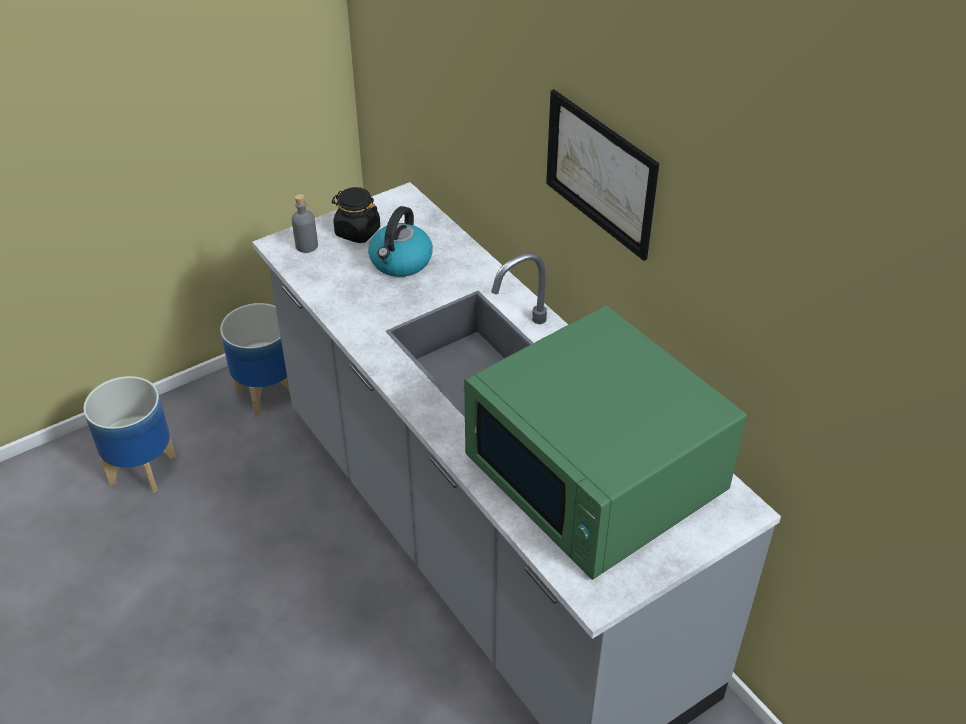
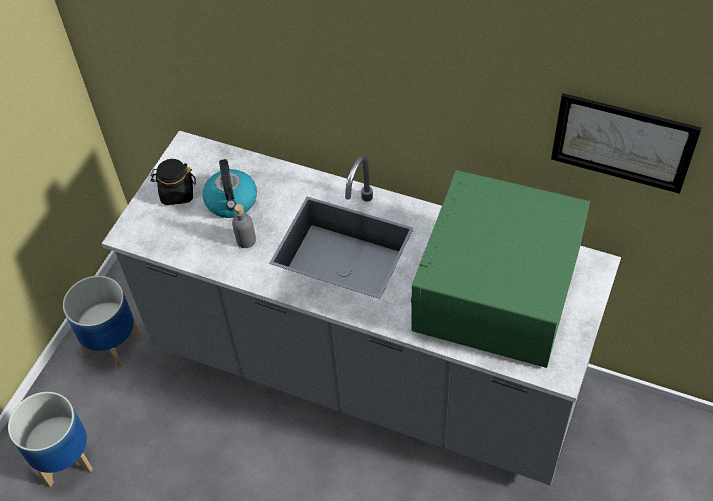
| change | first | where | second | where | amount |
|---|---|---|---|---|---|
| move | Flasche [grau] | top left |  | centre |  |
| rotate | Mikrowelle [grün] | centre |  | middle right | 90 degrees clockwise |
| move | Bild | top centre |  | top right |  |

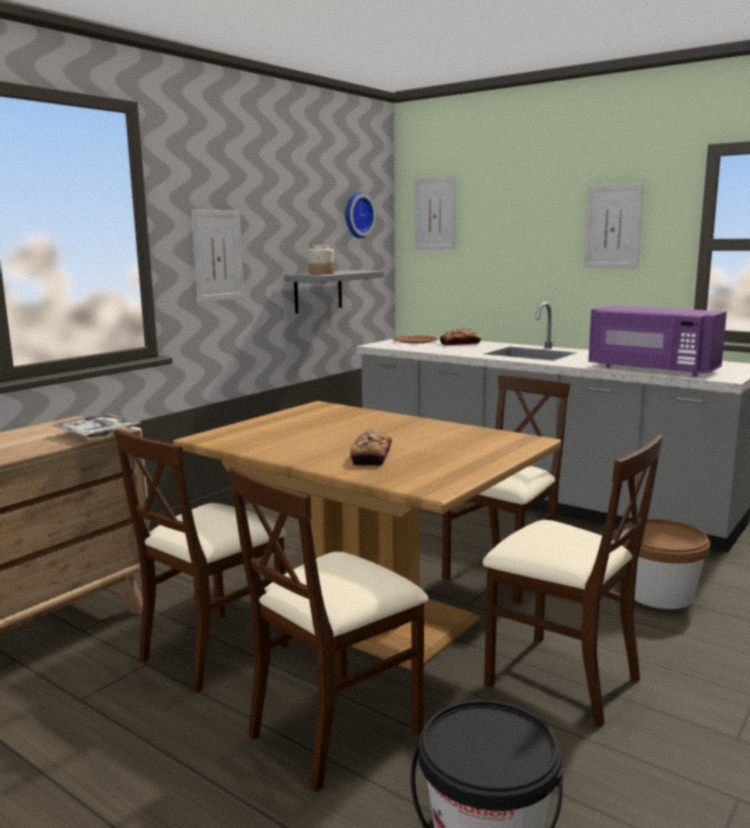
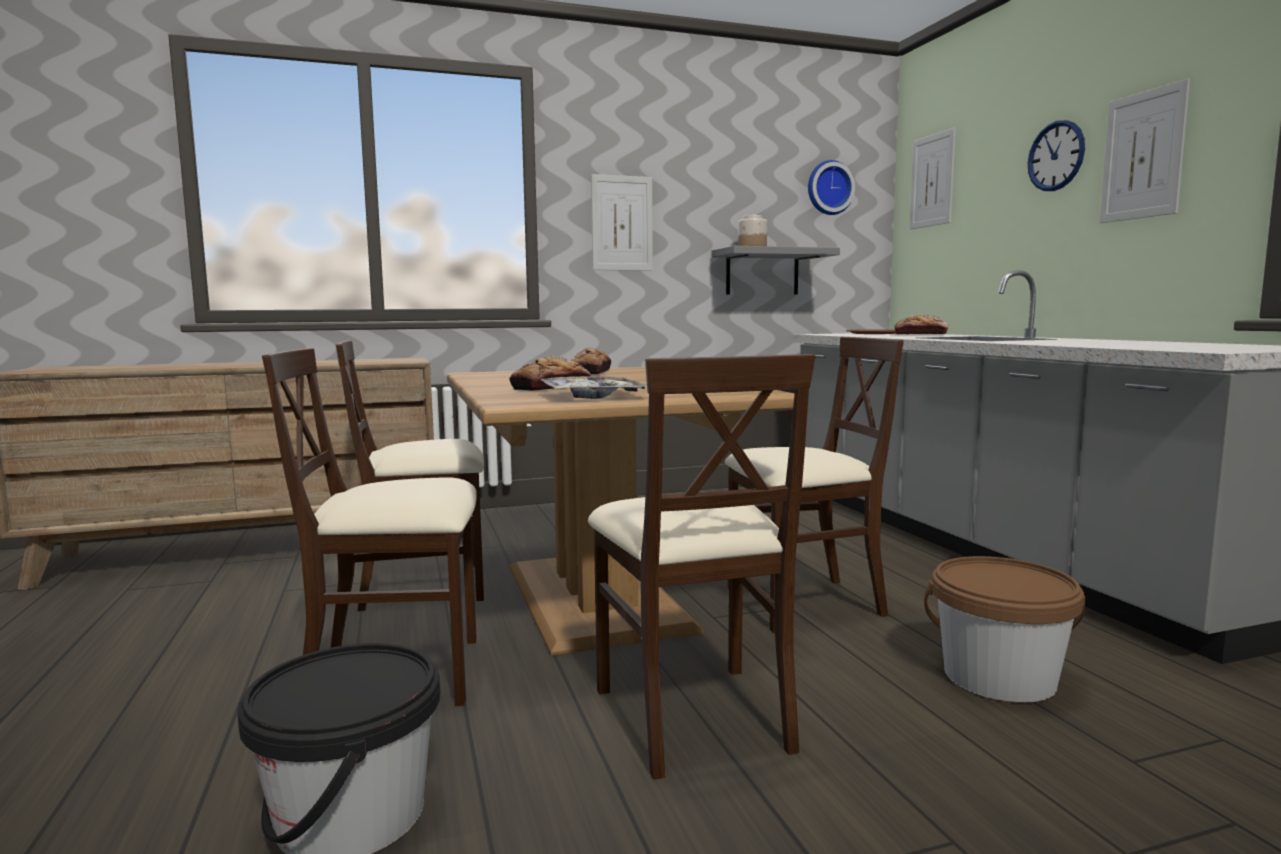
| change | first | where | second | where | amount |
|---|---|---|---|---|---|
| move | Tablett | middle left |  | centre |  |
| insert |  |  | Brot (2nd from left) | centre |  |
| insert |  |  | Wanduhr (2nd from left) | top right |  |
| delete | Mikrowelle [lila] | middle right |  |  |  |

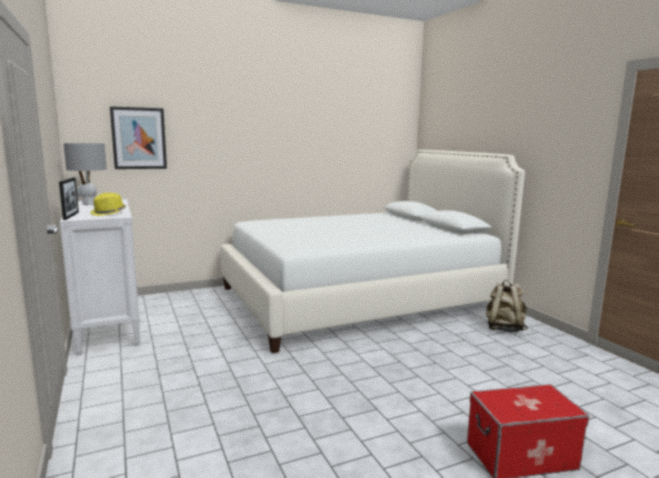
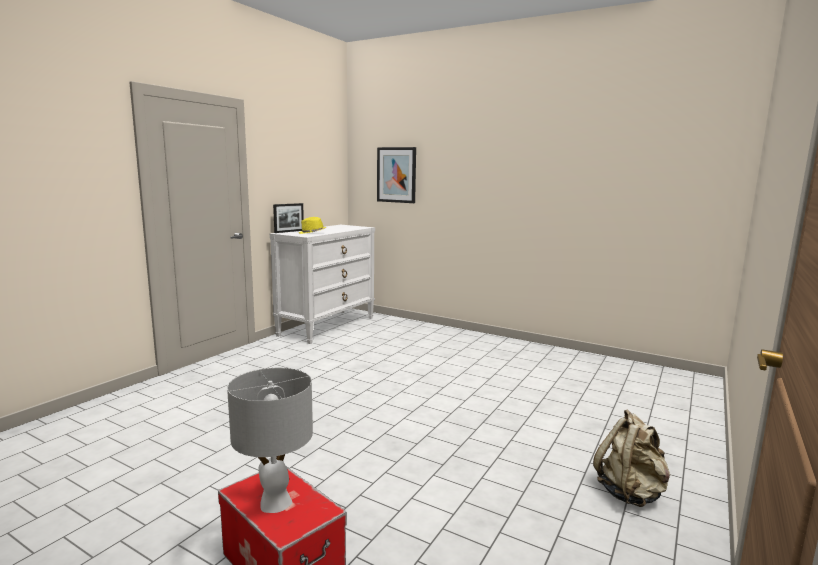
| change | first | where | second | where | amount |
|---|---|---|---|---|---|
| move | Tischlampe [grau] | middle left |  | bottom left |  |
| delete | Bett [weiß] | centre |  |  |  |

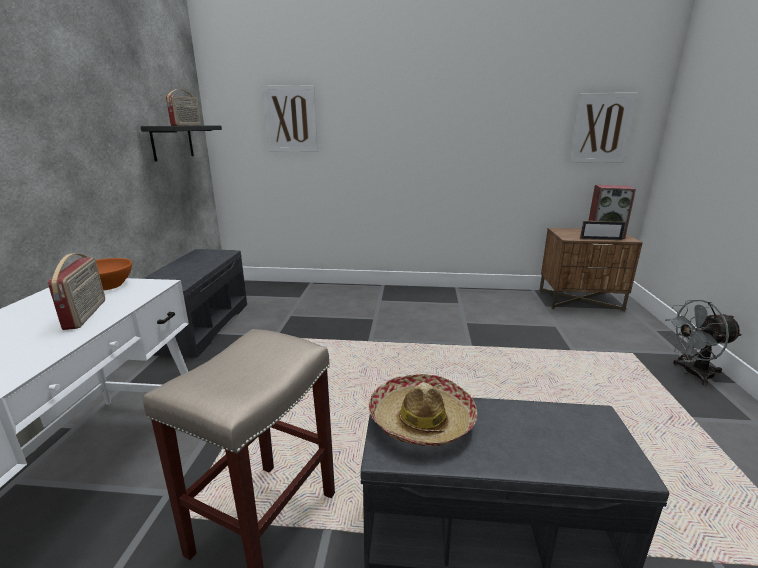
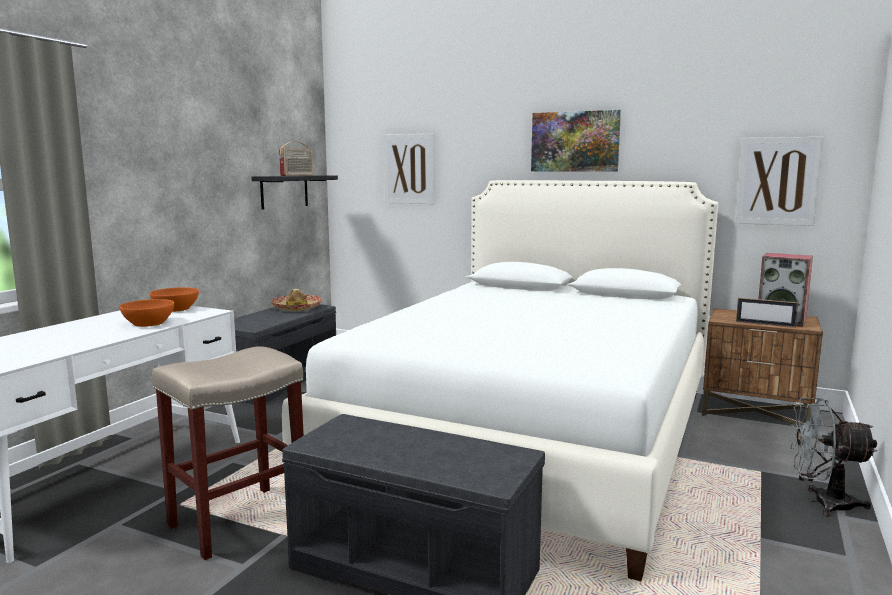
| change | first | where | second | where | amount |
|---|---|---|---|---|---|
| replace | Radio (1st from left) | middle left | Schüssel [orange] (1st from left) | middle left |  |
| move | Hut | bottom centre |  | middle left |  |
| insert |  |  | Bett [weiß] | centre |  |
| insert |  |  | Bild (2nd from left) | top centre |  |

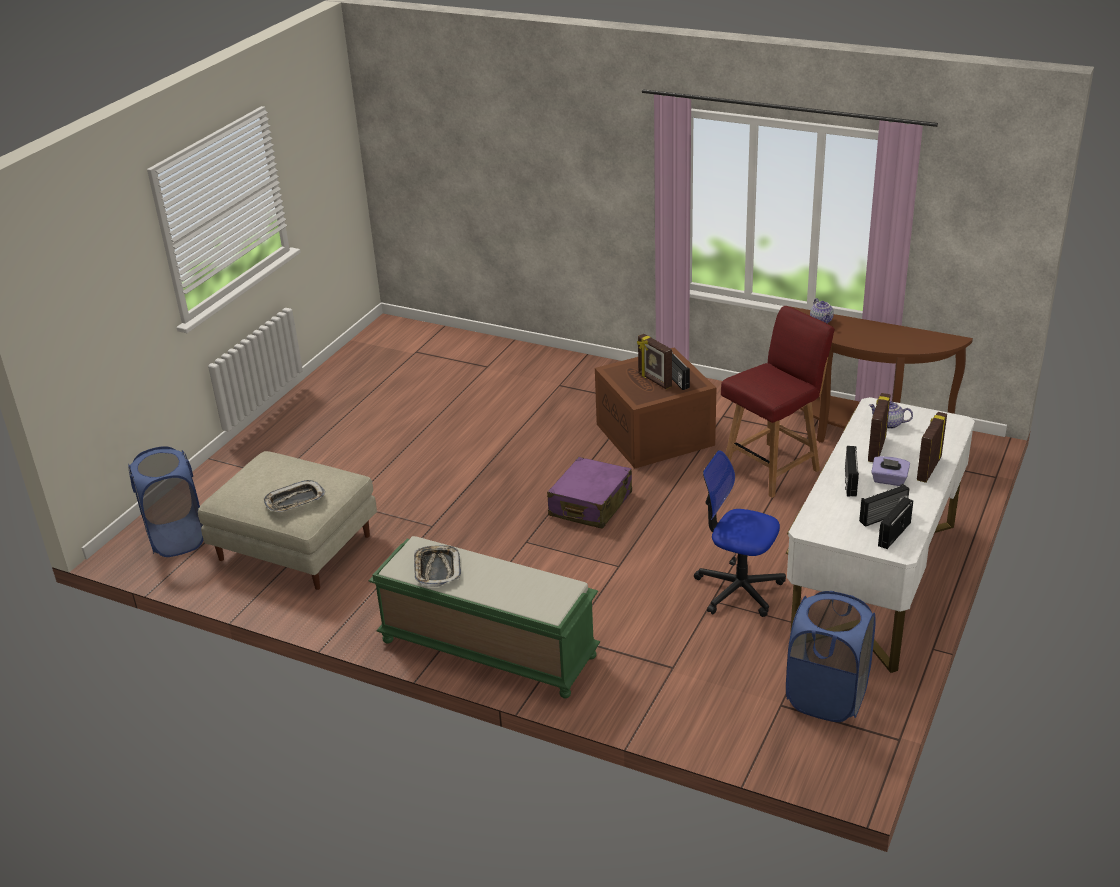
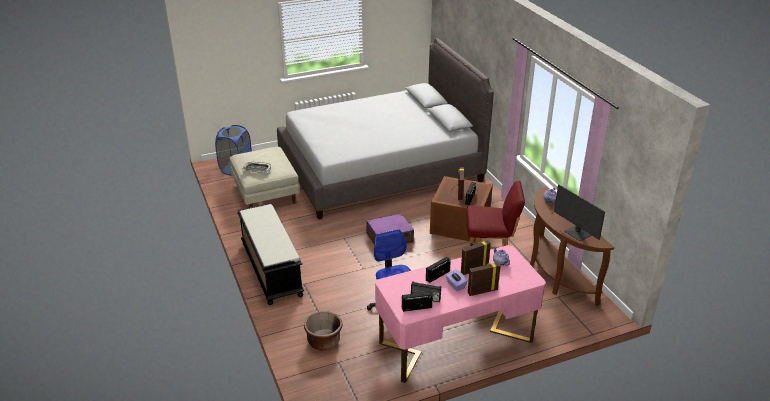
| change | first | where | second | where | amount |
|---|---|---|---|---|---|
| recolor | Bank [grün] | bottom centre | Bank [schwarz] | centre |  |
| insert |  |  | Bett [grau] | top centre |  |
| insert |  |  | Pflanzkübel [braun] | bottom centre |  |
| recolor | Schreibtisch [weiß] | middle right | Schreibtisch [rosa] | bottom centre |  |
| insert |  |  | Monitor | middle right |  |
| delete | Tablett (2nd from left) | centre |  |  |  |
| delete | Wäschekorb [blau] (2nd from left) | bottom right |  |  |  |

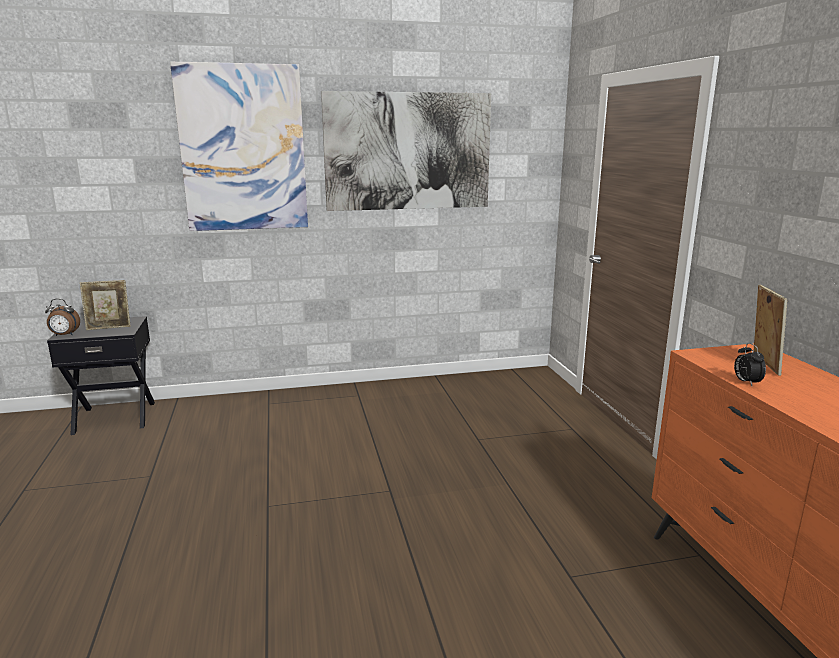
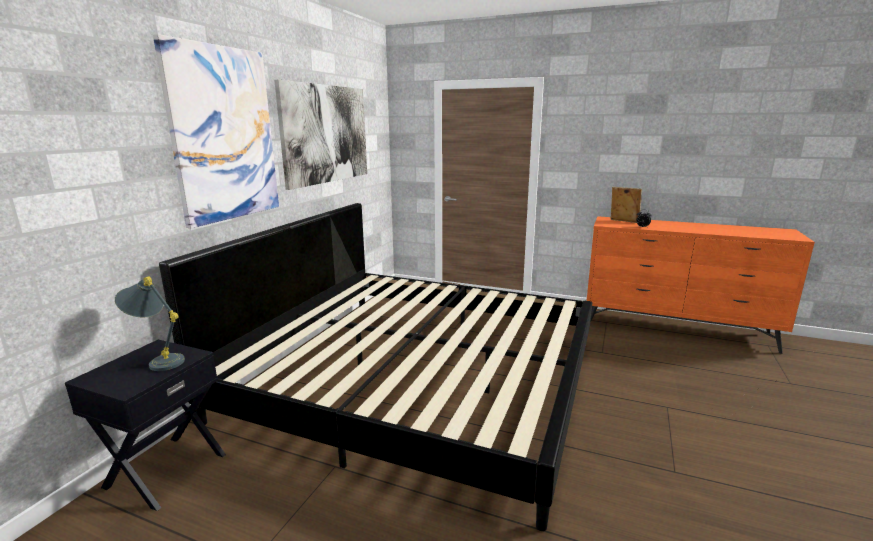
| change | first | where | second | where | amount |
|---|---|---|---|---|---|
| replace | Bilderrahmen (1st from left) | middle left | Tischlampe [grau] | middle left |  |
| insert |  |  | Bett | bottom centre |  |
| delete | Wecker (1st from left) | middle left |  |  |  |

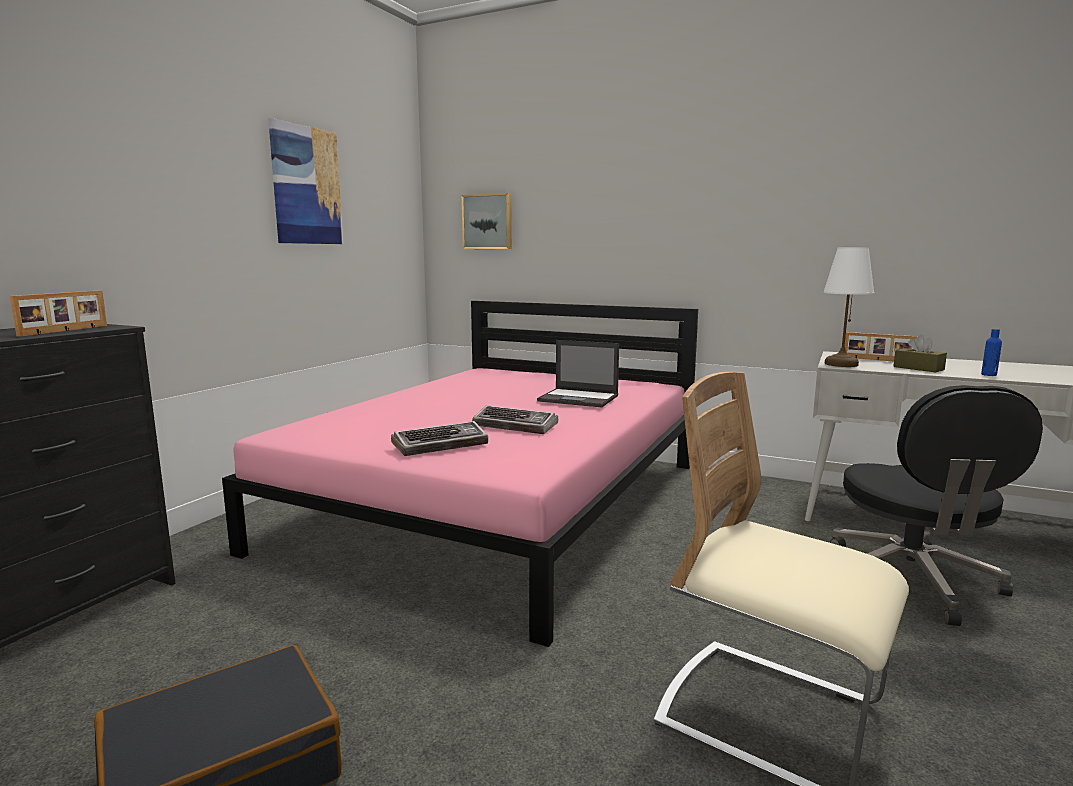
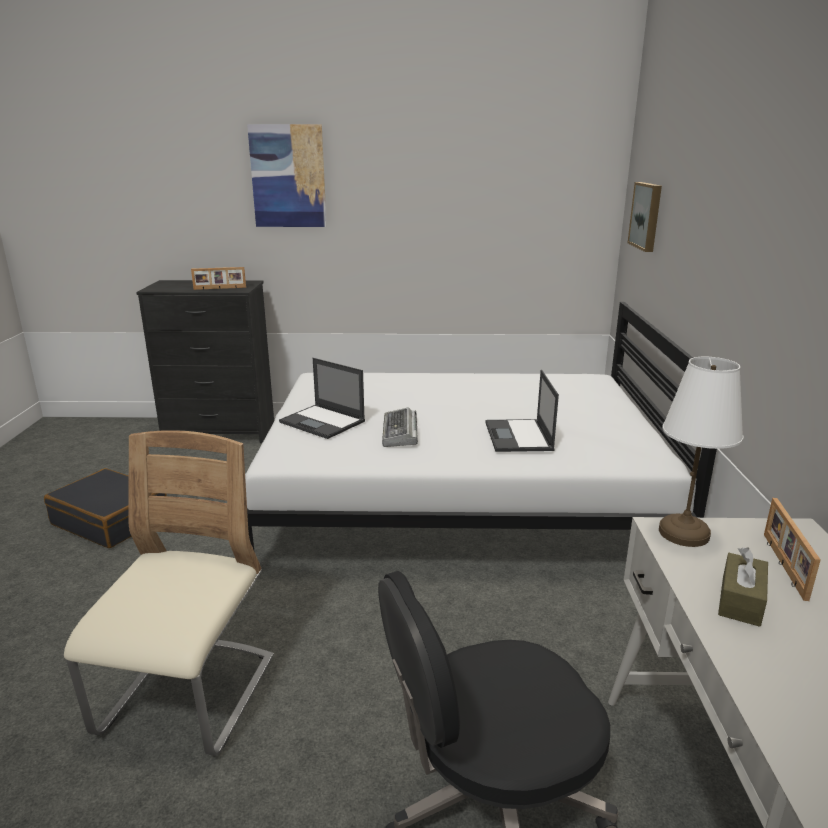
| change | first | where | second | where | amount |
|---|---|---|---|---|---|
| recolor | Bett [rosa] | centre | Bett [weiß] | centre |  |
| move | Bild (1st from left) | top left |  | top centre |  |
| replace | Tastatur (1st from left) | centre | Laptop (1st from left) | centre |  |
| delete | Flasche [blau] | middle right |  |  |  |

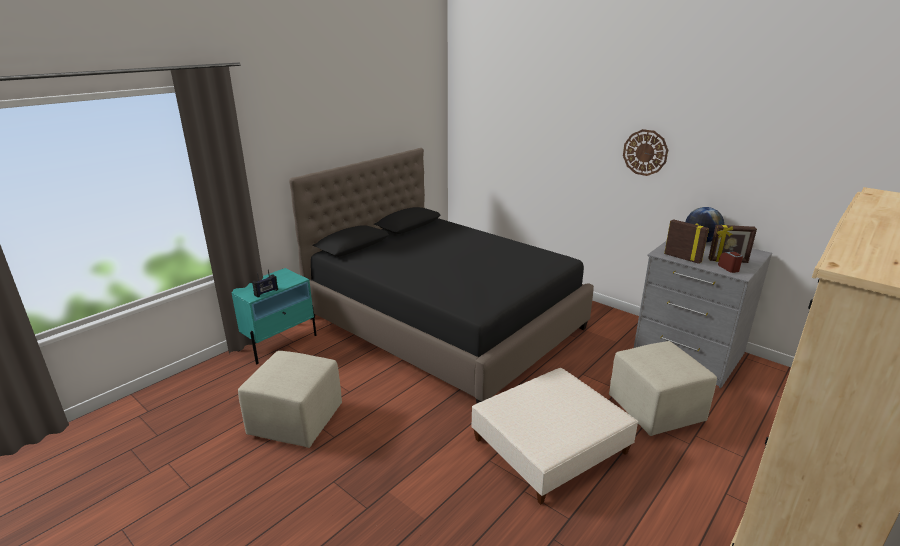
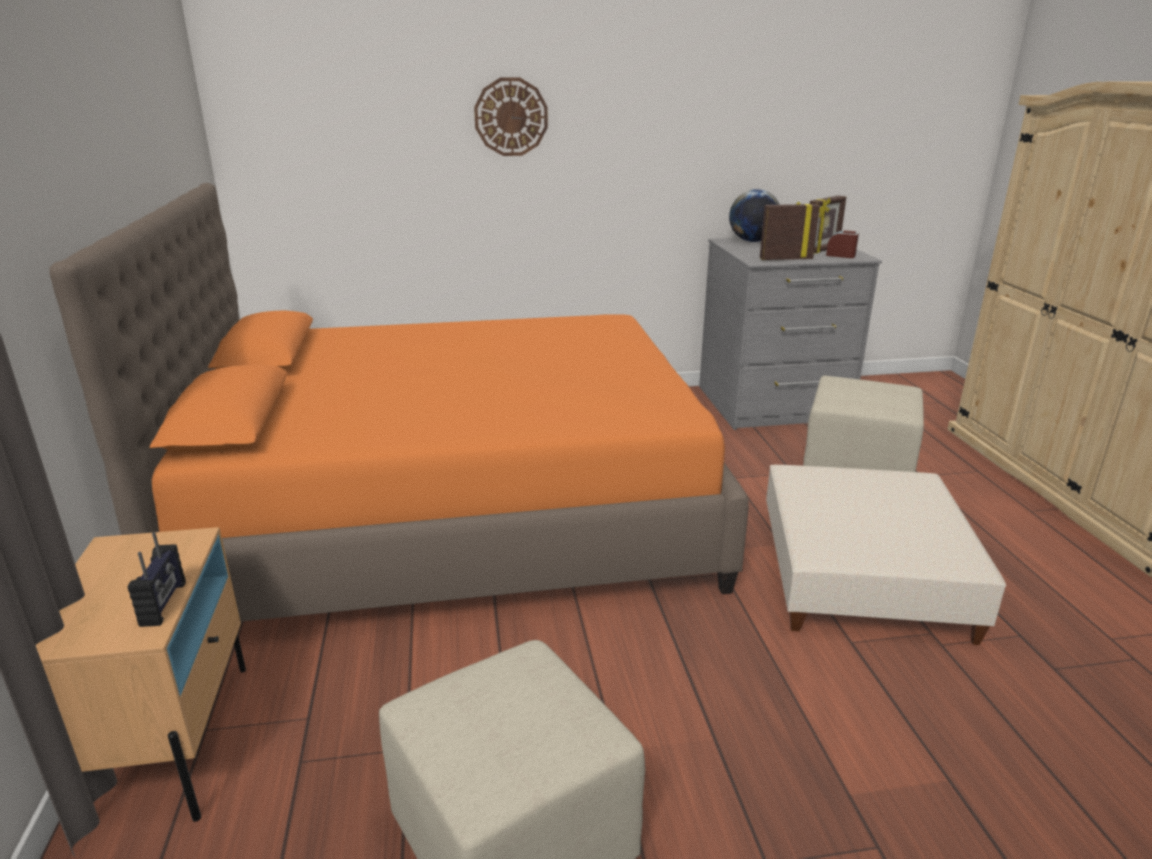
| change | first | where | second | where | amount |
|---|---|---|---|---|---|
| recolor | Nachttisch [türkis] | middle left | Nachttisch [beige] | bottom left |  |
| recolor | Bett [schwarz] | centre | Bett [orange] | centre |  |
| move | Wanduhr | top right |  | top centre |  |

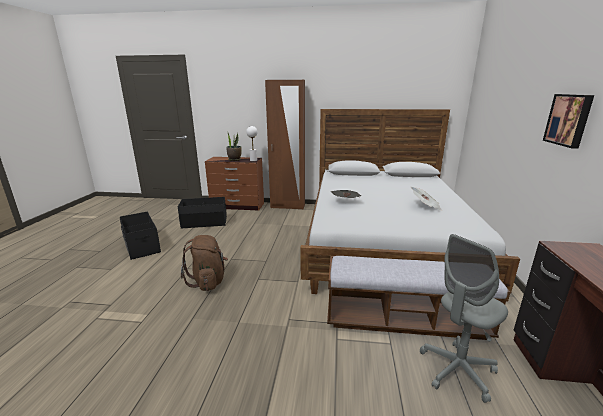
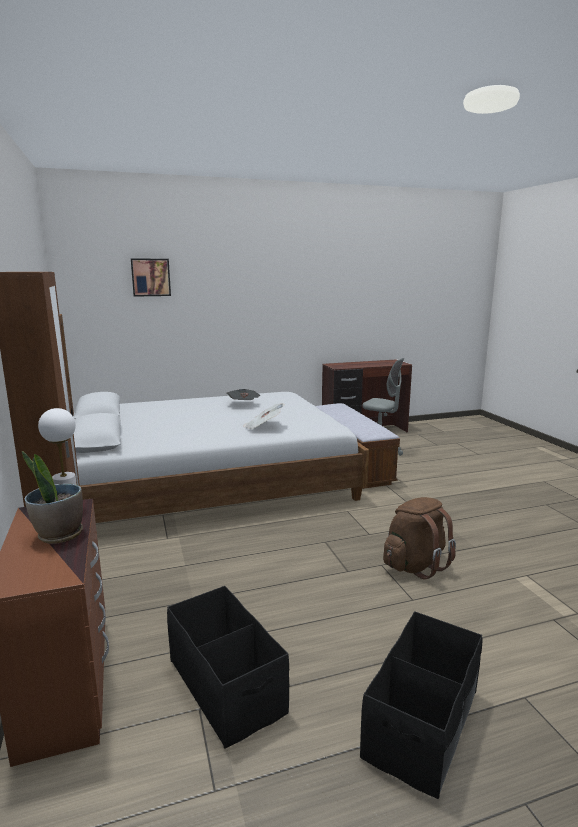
| change | first | where | second | where | amount |
|---|---|---|---|---|---|
| move | Bild | top right |  | middle left |  |

